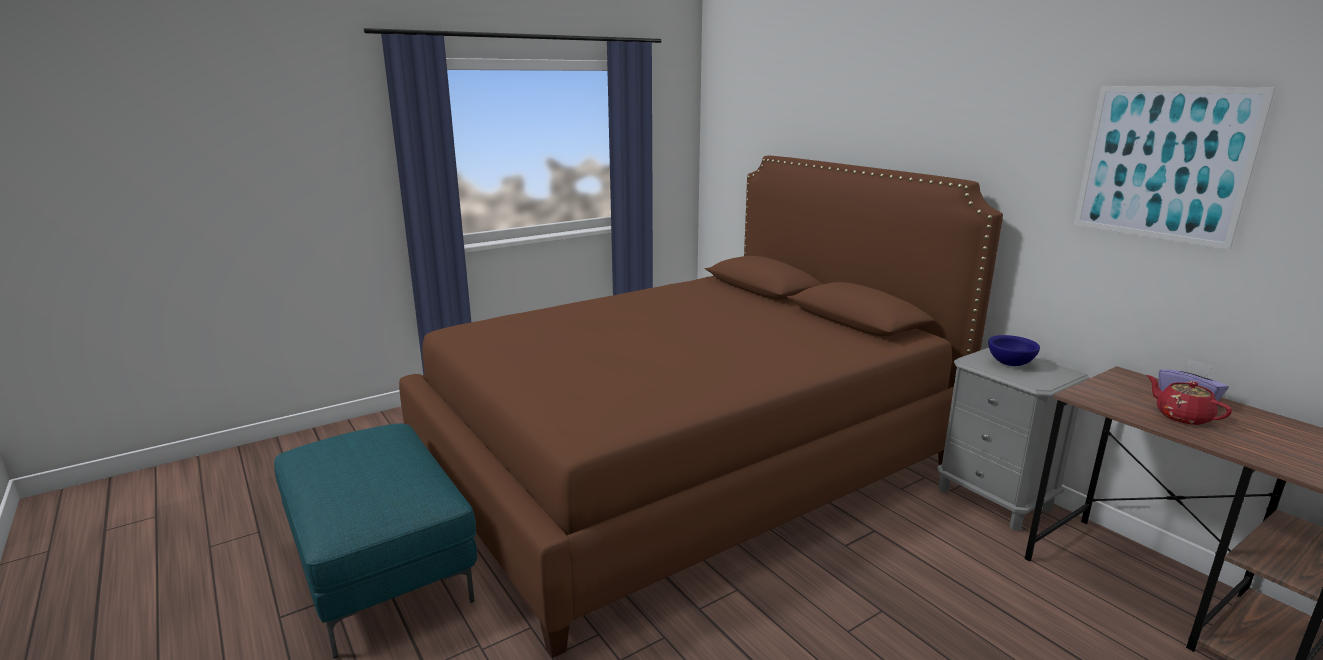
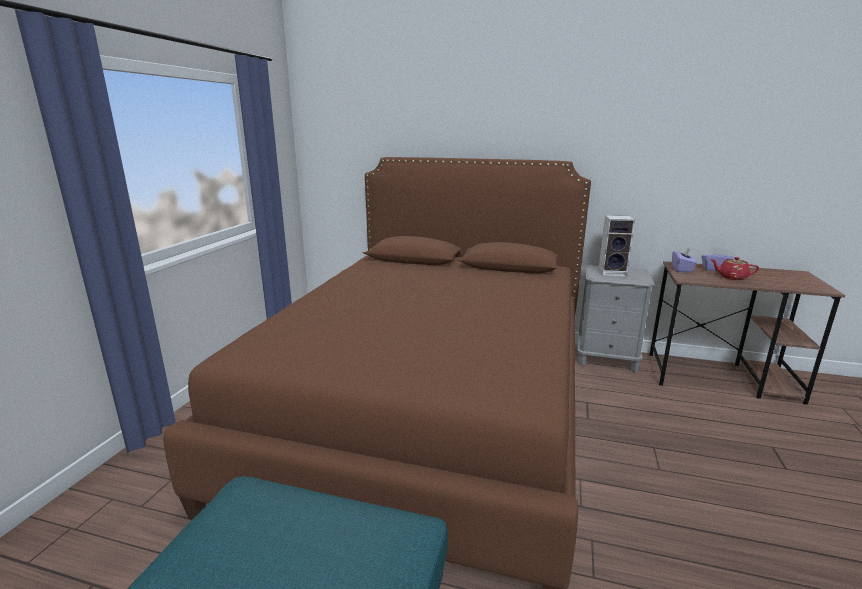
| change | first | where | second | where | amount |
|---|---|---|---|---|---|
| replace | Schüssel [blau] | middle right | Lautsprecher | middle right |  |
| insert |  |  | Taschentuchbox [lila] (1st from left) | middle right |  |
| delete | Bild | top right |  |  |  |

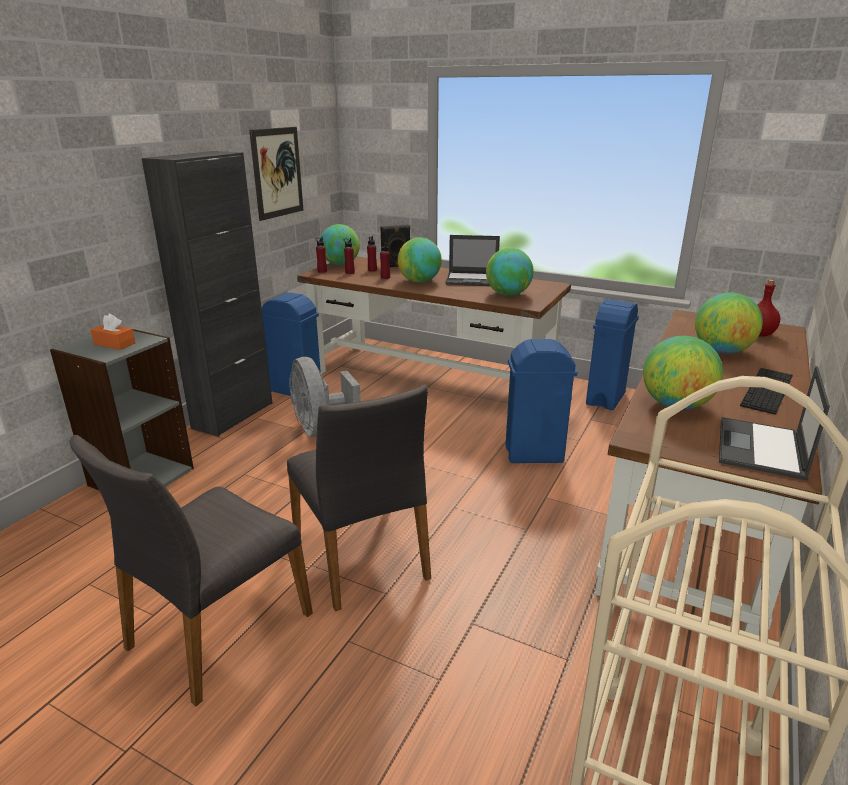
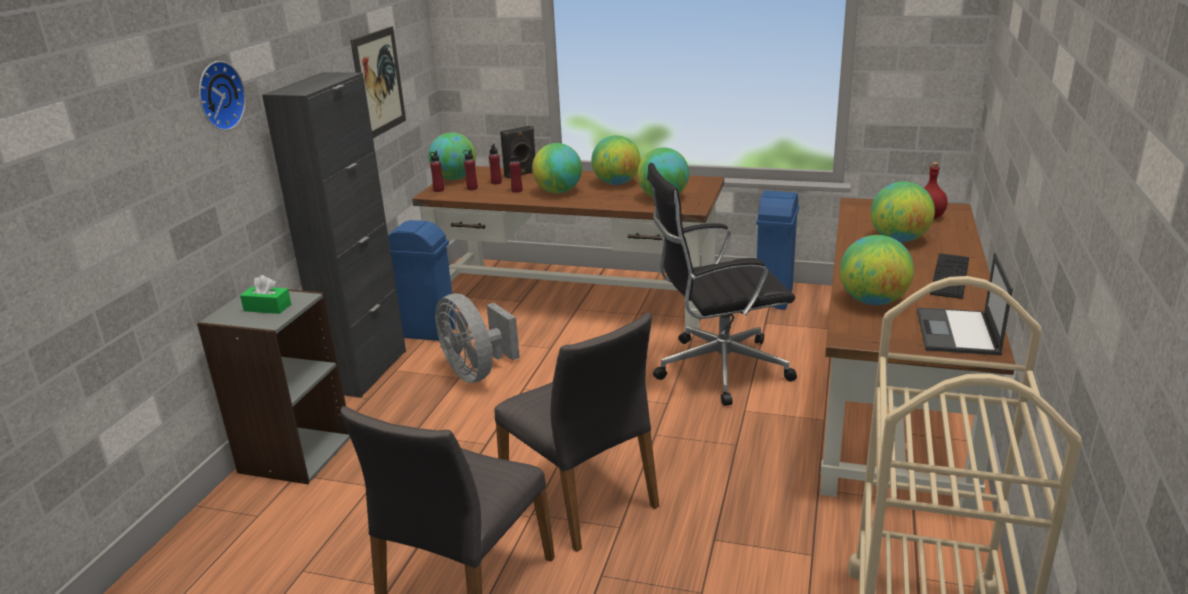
| change | first | where | second | where | amount |
|---|---|---|---|---|---|
| insert |  |  | Wanduhr | top left |  |
| recolor | Taschentuchbox [orange] | middle left | Taschentuchbox [grün] | middle left |  |
| replace | Laptop (1st from left) | top centre | Globus (3rd from left) | top centre |  |
| replace | Mülleimer [blau] (2nd from left) | centre | Bürostuhl [schwarz] | centre |  |

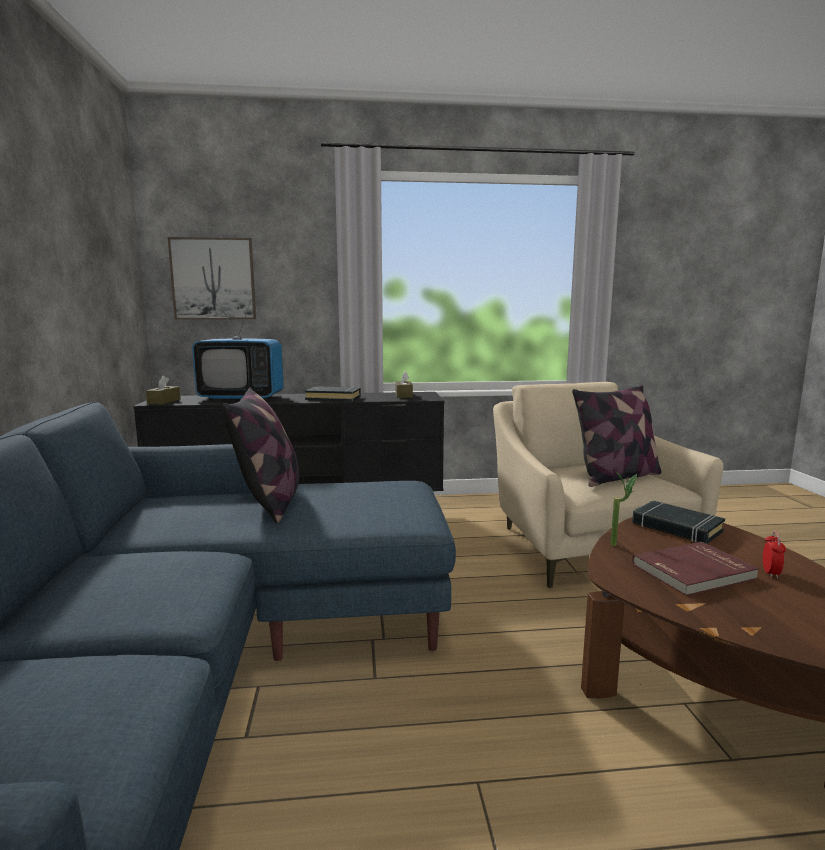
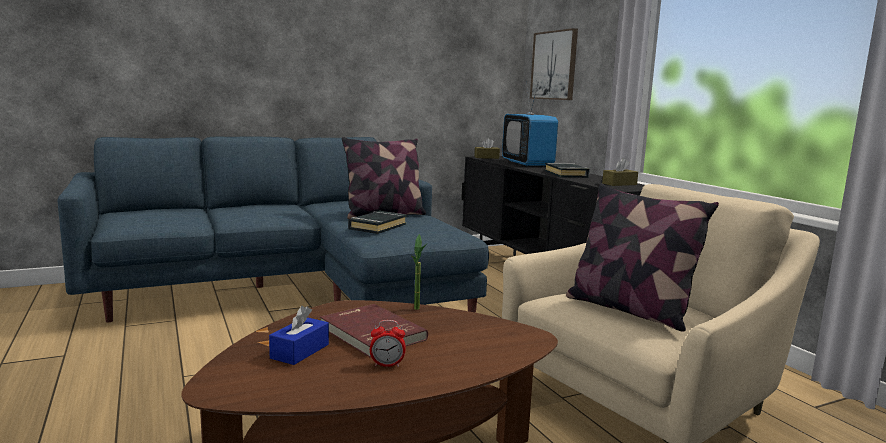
| change | first | where | second | where | amount |
|---|---|---|---|---|---|
| insert |  |  | Taschentuchbox [blau] | bottom centre |  |
| move | Buch [schwarz] (2nd from left in the first image) | middle right | Buch [schwarz] (1st from left) | centre |  |

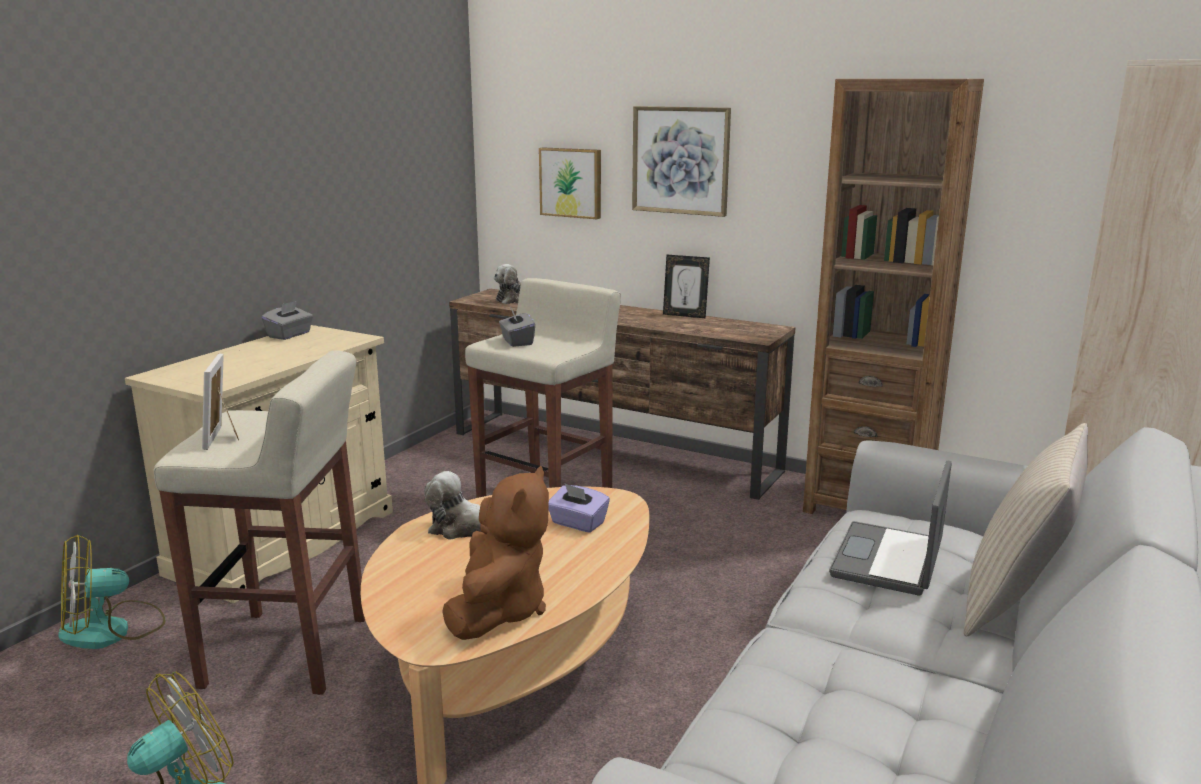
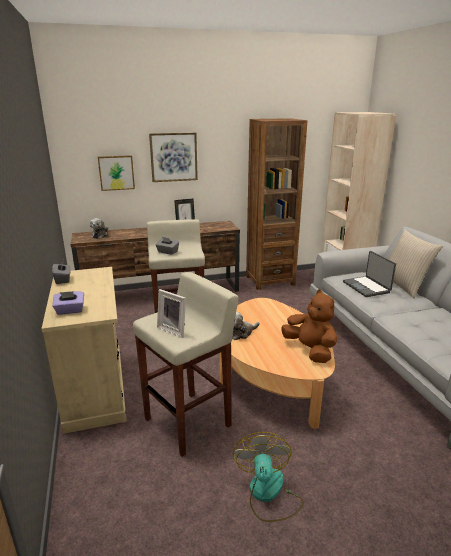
| change | first | where | second | where | amount |
|---|---|---|---|---|---|
| move | Taschentuchbox [lila] | centre |  | middle left |  |
| delete | Ventilator (1st from left) | bottom left |  |  |  |

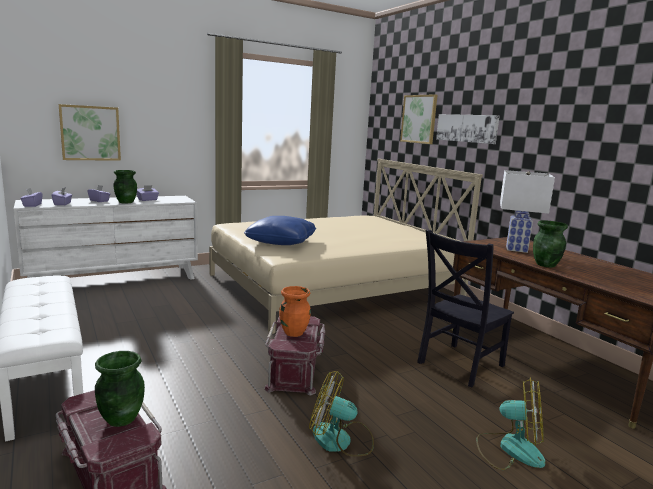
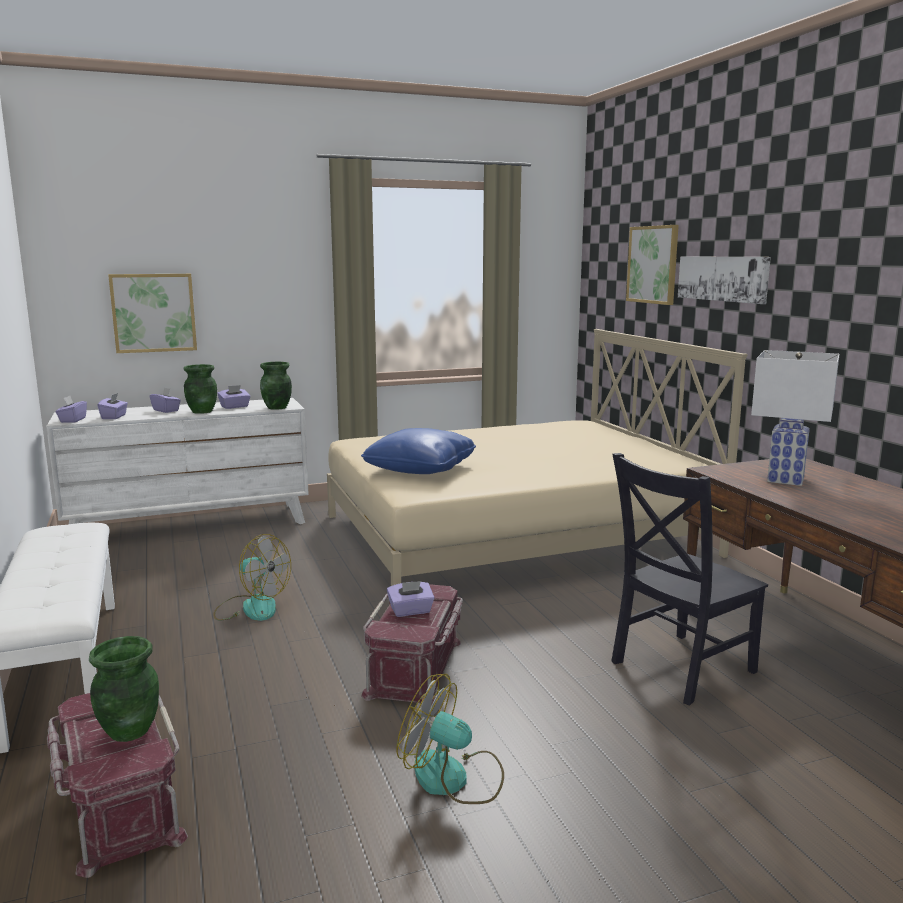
| change | first | where | second | where | amount |
|---|---|---|---|---|---|
| move | Ventilator (2nd from left in the first image) | bottom right | Ventilator (1st from left) | middle left |  |
| move | Vase [grün] (3rd from left) | middle right |  | middle left |  |
| replace | Vase [orange] | centre | Taschentuchbox [lila] (5th from left) | centre |  |

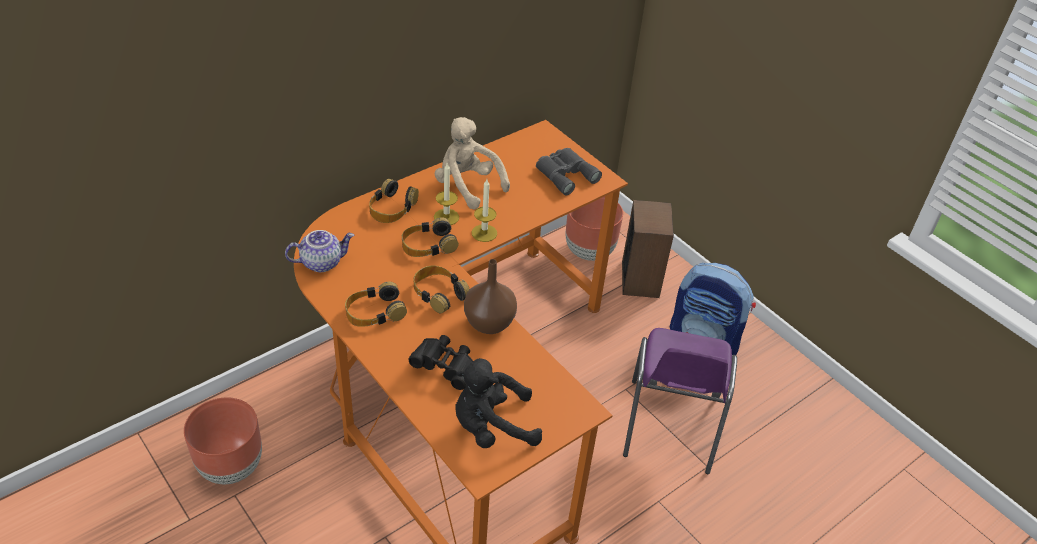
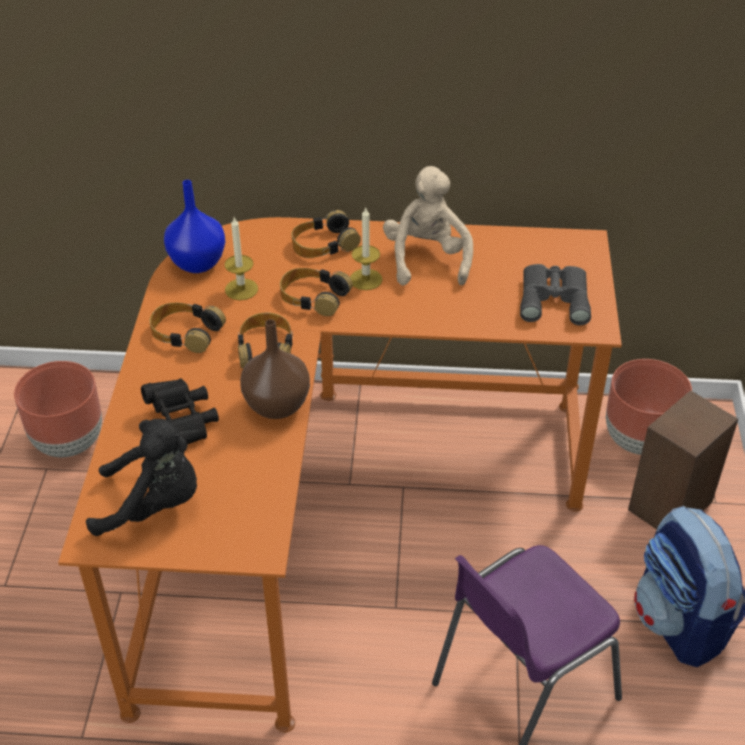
| change | first | where | second | where | amount |
|---|---|---|---|---|---|
| rotate | Plüschtier [schwarz] | bottom centre |  | middle left | 150 degrees clockwise |
| replace | Teekanne | middle left | Vase [blau] | top left |  |
| move | Kerze (2nd from left in the first image) | centre | Kerze (1st from left) | middle left |  |

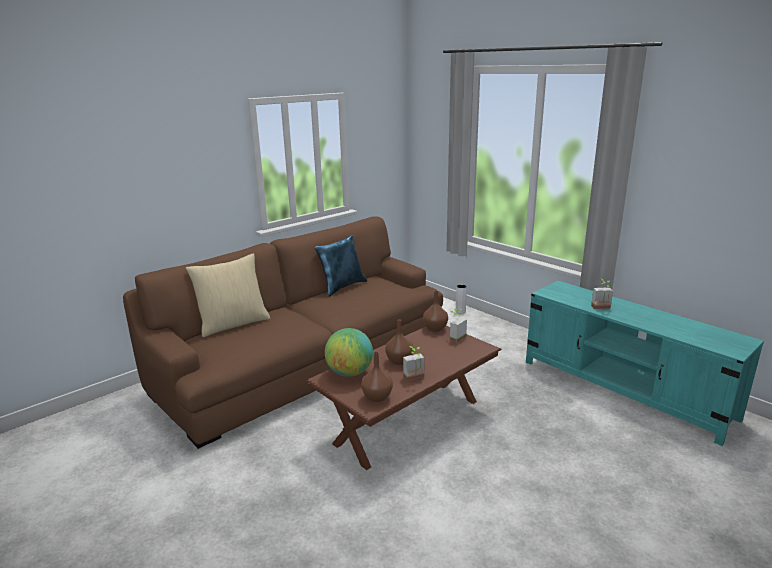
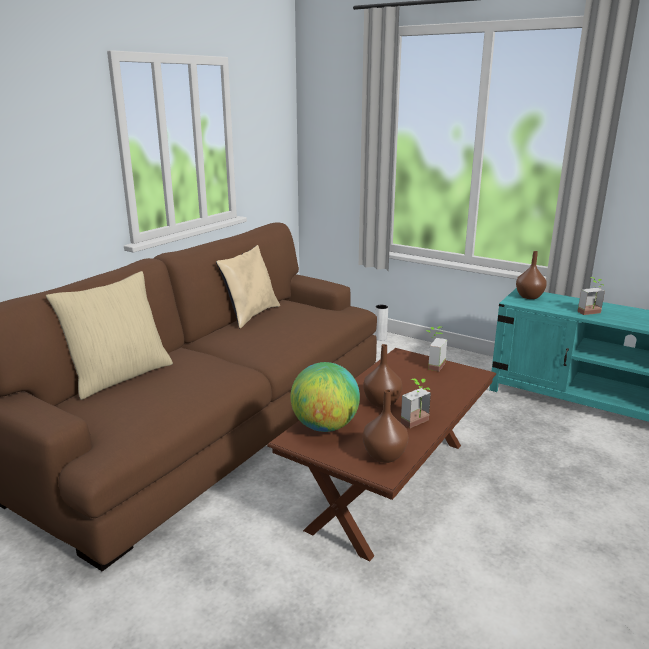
| change | first | where | second | where | amount |
|---|---|---|---|---|---|
| recolor | Kissen [blau] | centre | Kissen [beige] (2nd from left) | centre |  |
| move | Vase [braun] (3rd from left) | centre |  | middle right |  |

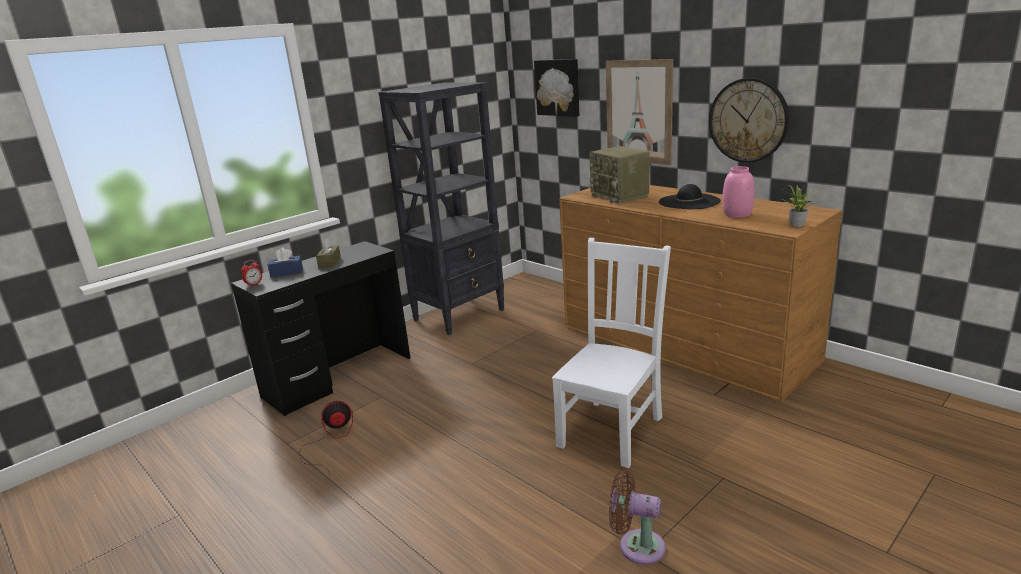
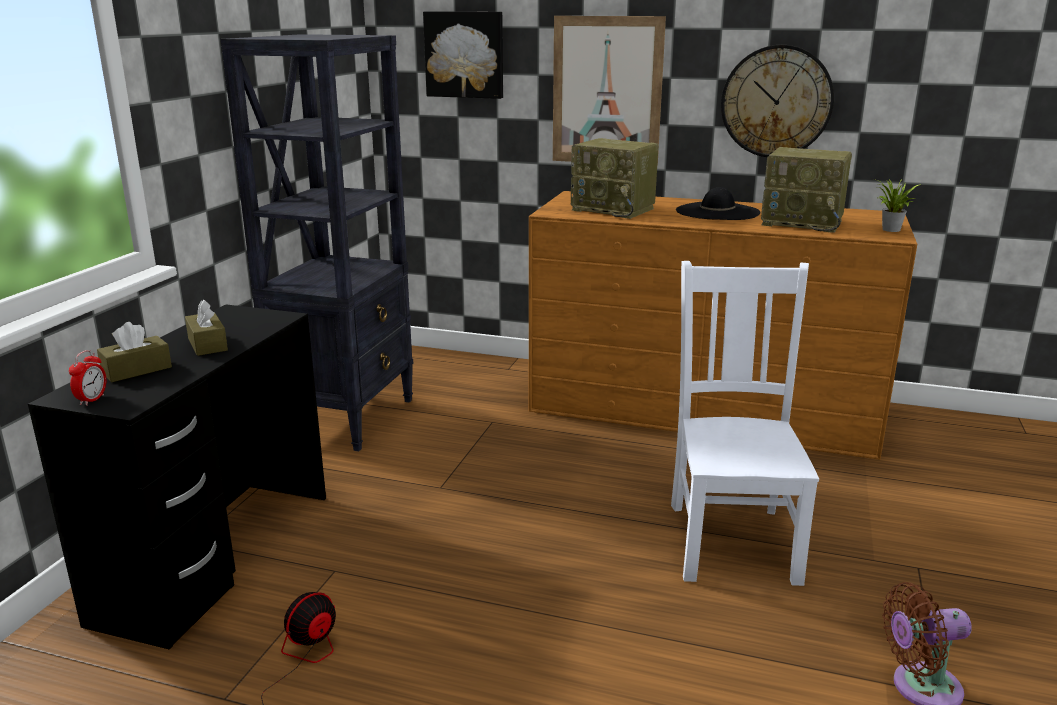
| change | first | where | second | where | amount |
|---|---|---|---|---|---|
| recolor | Taschentuchbox [blau] | middle left | Taschentuchbox [braun] (1st from left) | middle left |  |
| replace | Vase [rosa] | middle right | Radio (2nd from left) | top right |  |

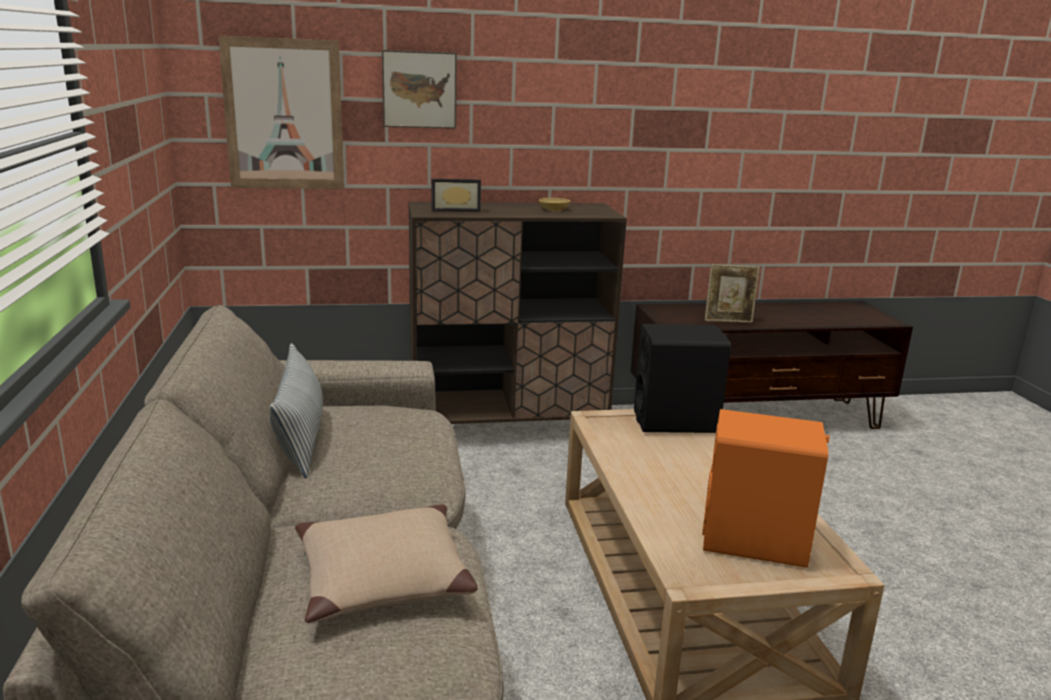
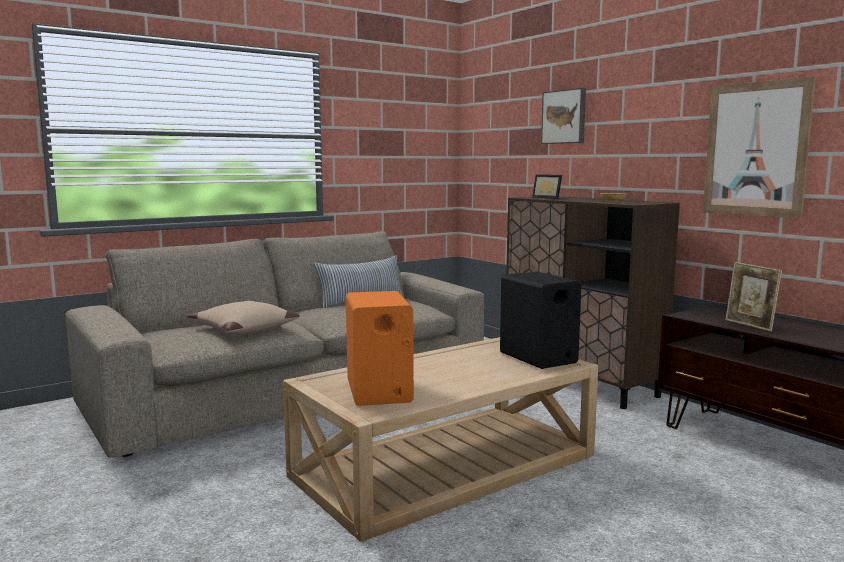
| change | first | where | second | where | amount |
|---|---|---|---|---|---|
| move | Bild (1st from left in the first image) | top left | Bild (2nd from left) | top right |  |

